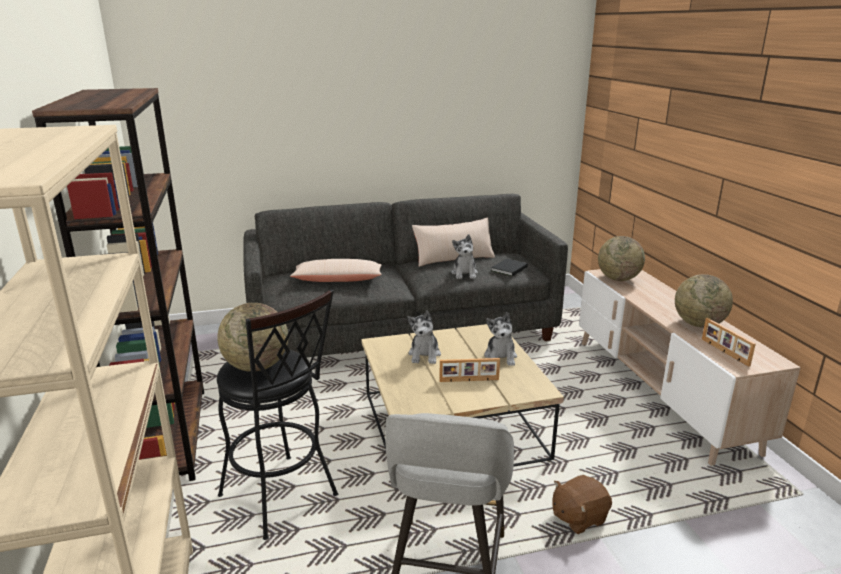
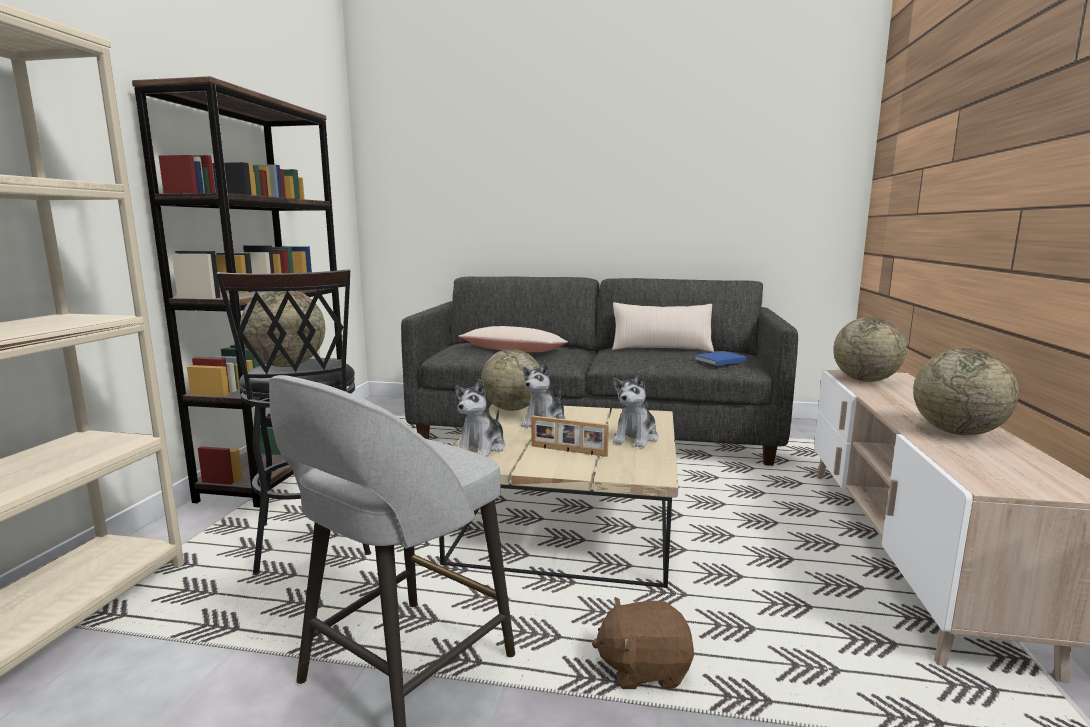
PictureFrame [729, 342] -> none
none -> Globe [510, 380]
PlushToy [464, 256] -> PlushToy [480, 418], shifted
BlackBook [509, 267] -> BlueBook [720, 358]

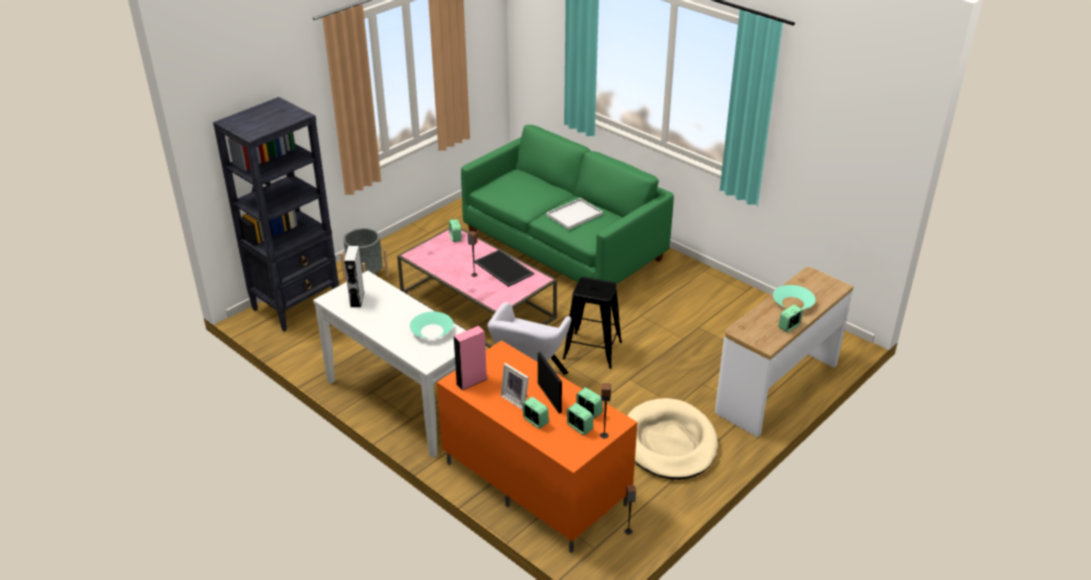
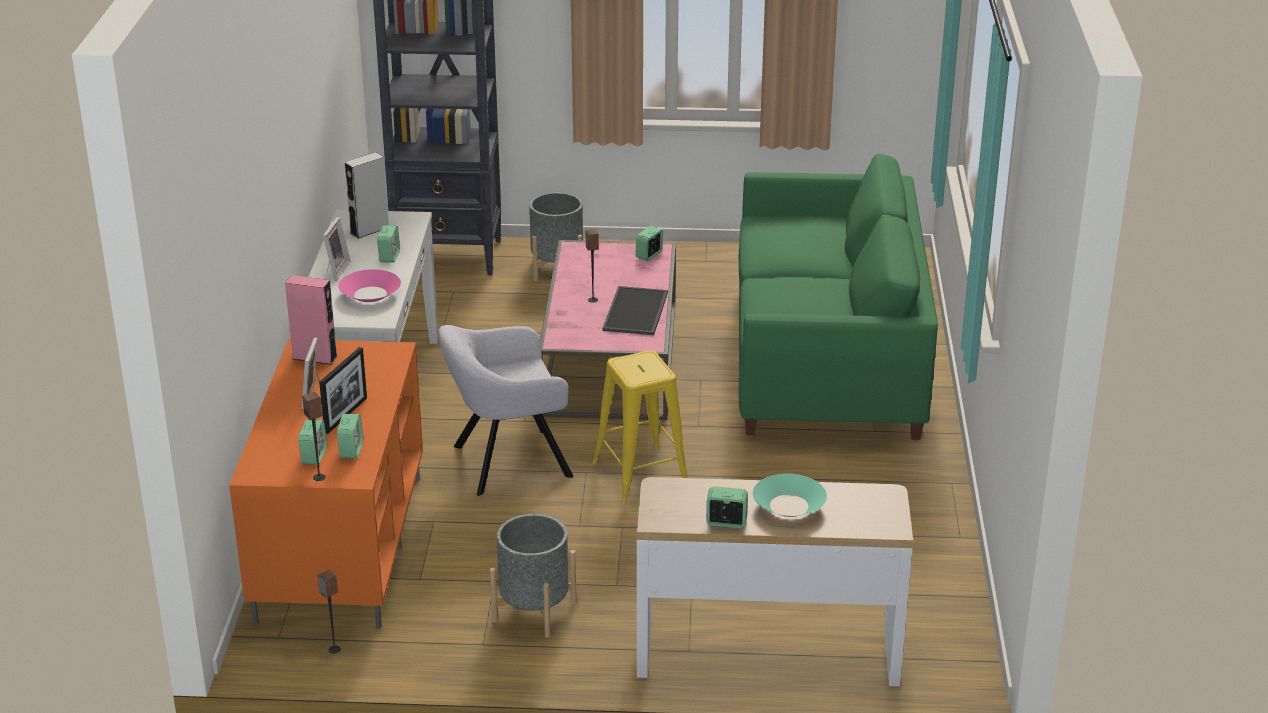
WhiteTray [574, 214] -> none
none -> PictureFrame [337, 249]
AlarmClock [536, 413] -> AlarmClock [388, 244], shifted
BeigeDogBed [672, 439] -> GreyPlanter [533, 576]
TurquoiseBowl [431, 325] -> PinkBowl [369, 285]
BlackStool [592, 323] -> YellowStool [640, 427]

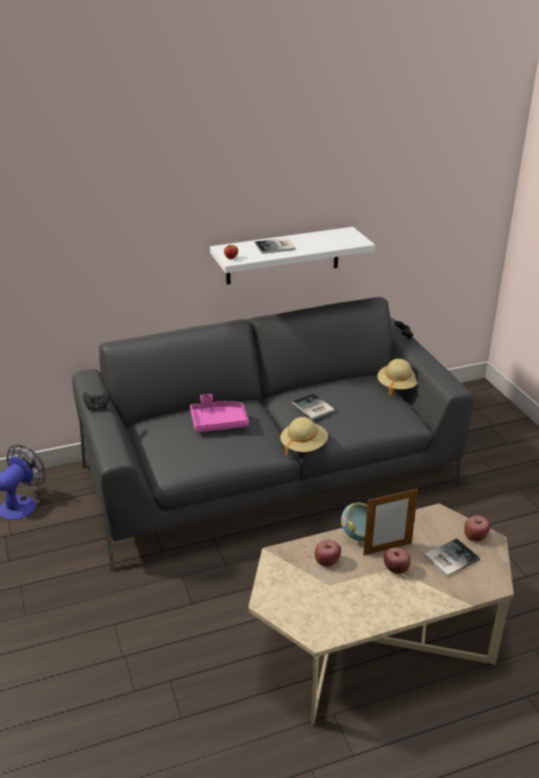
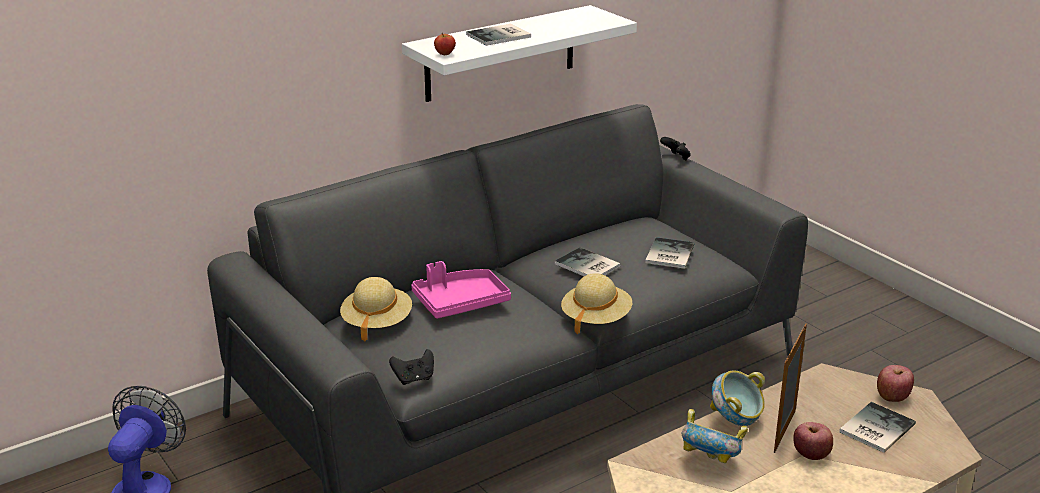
none -> Book [669, 253]
BlackGameController [96, 400] -> BlackGameController [411, 367], shifted
BeigeHat [397, 377] -> BeigeHat [376, 309], shifted
Apple [327, 553] -> Bowl [715, 436]
PictureFrame [390, 522] -> PictureFrame [790, 388], 150 degrees clockwise

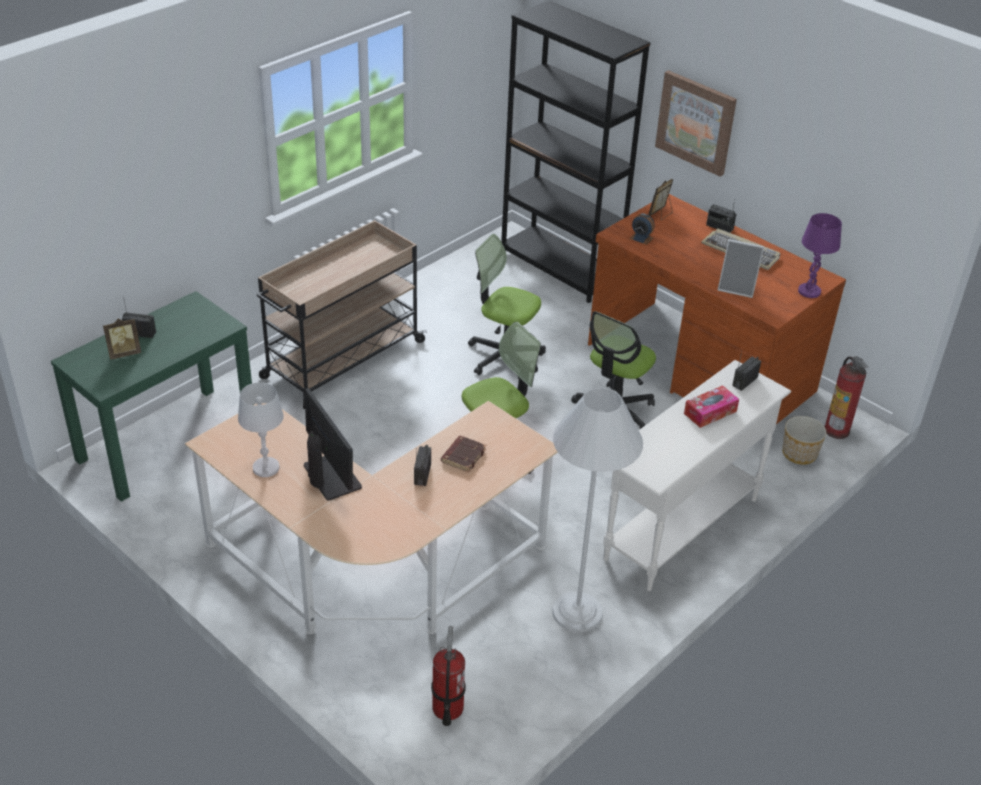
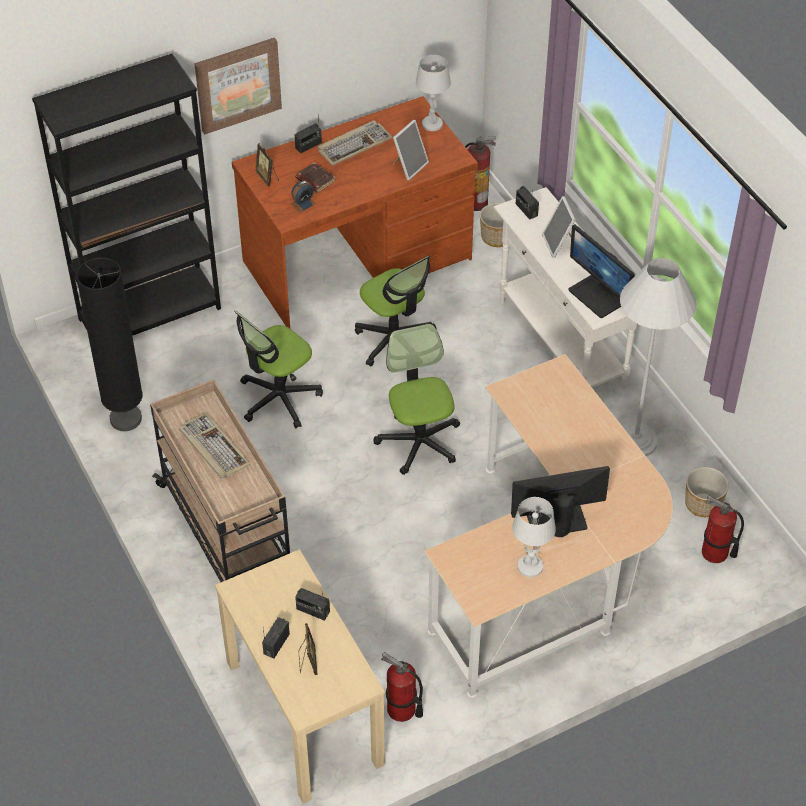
none -> BlackFloorLamp [109, 344]
none -> Keyboard [214, 445]
none -> FireExtinguisher [402, 687]
none -> Monitor [602, 271]
none -> Planter [707, 492]
Radio [422, 465] -> Radio [312, 604], shifted
BrownBook [463, 454] -> BrownBook [315, 177], shifted
TissueBox [711, 406] -> PictureFrame [559, 227]
GreenConsoleTable [152, 396] -> BeigeConsoleTable [300, 676]
PurpleTableLamp [820, 255] -> WhiteTableLamp [433, 93]

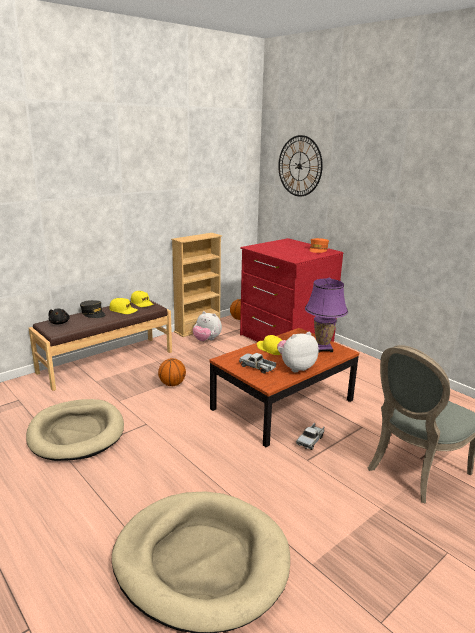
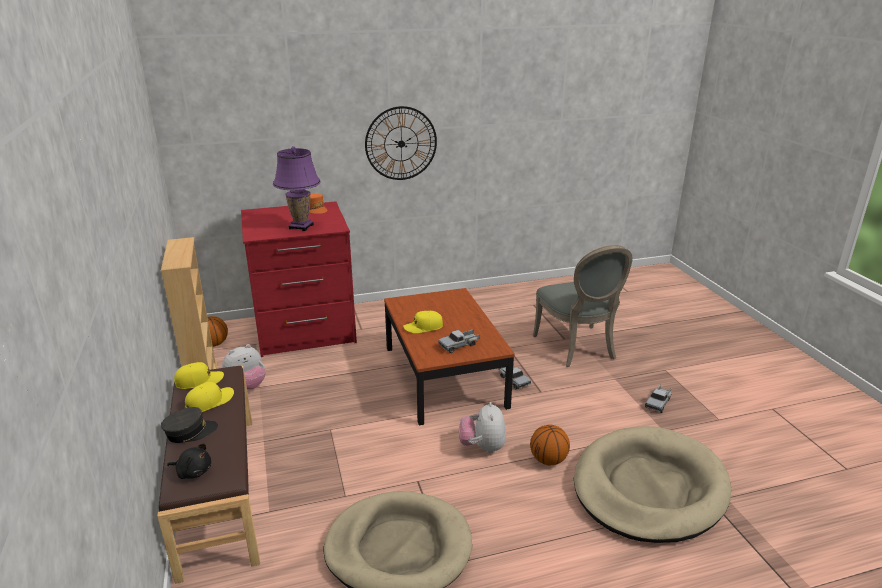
none -> ToyTruck [658, 398]
Basketball [172, 372] -> Basketball [550, 445], shifted
PlushToy [298, 352] -> PlushToy [482, 427], shifted
WallClock [300, 166] -> WallClock [401, 143], shifted
PurpleTableLamp [326, 315] -> PurpleTableLamp [297, 188], shifted

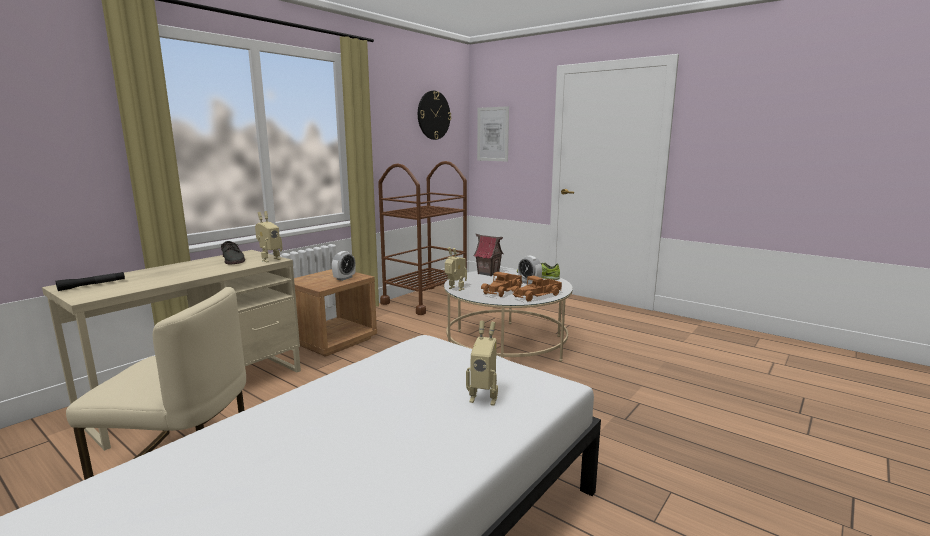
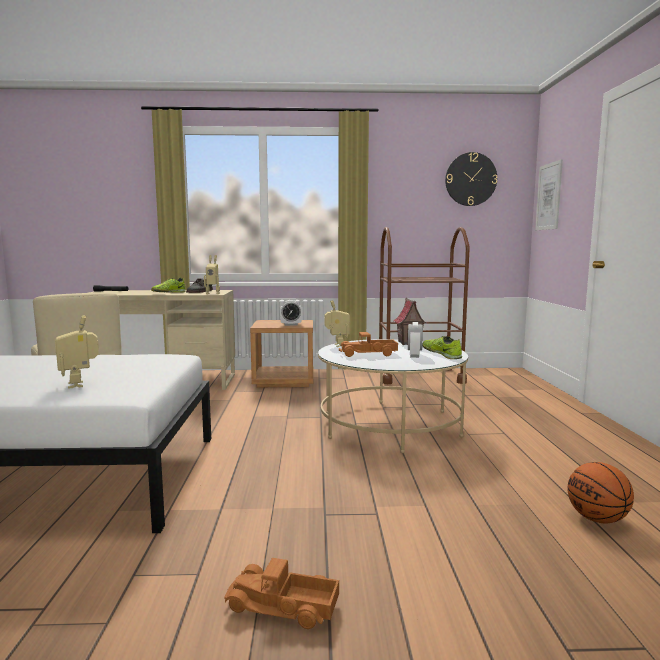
none -> Shoe [168, 285]
none -> Basketball [600, 492]
ToyTruck [536, 288] -> ToyTruck [281, 593], shifted

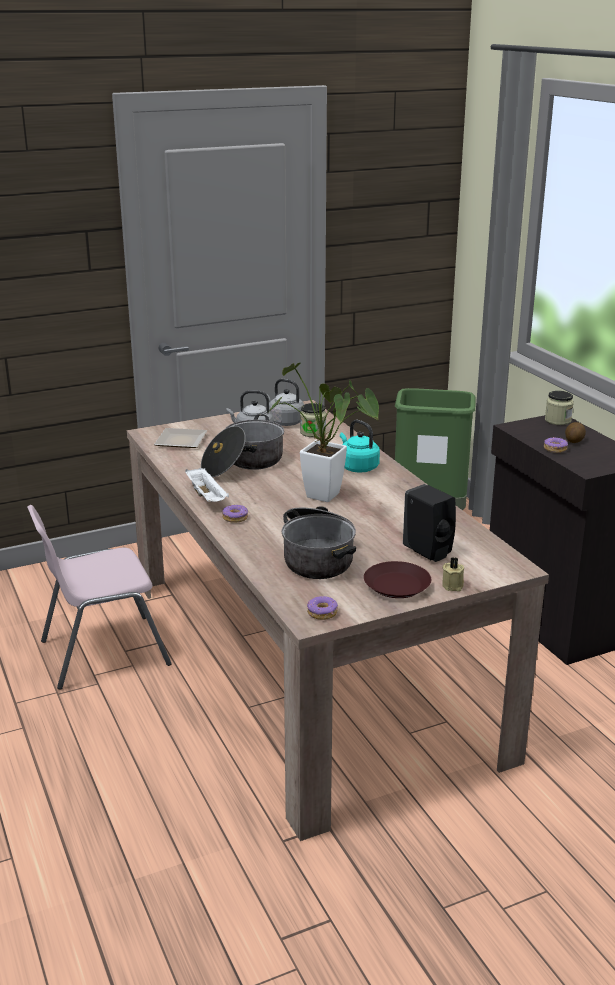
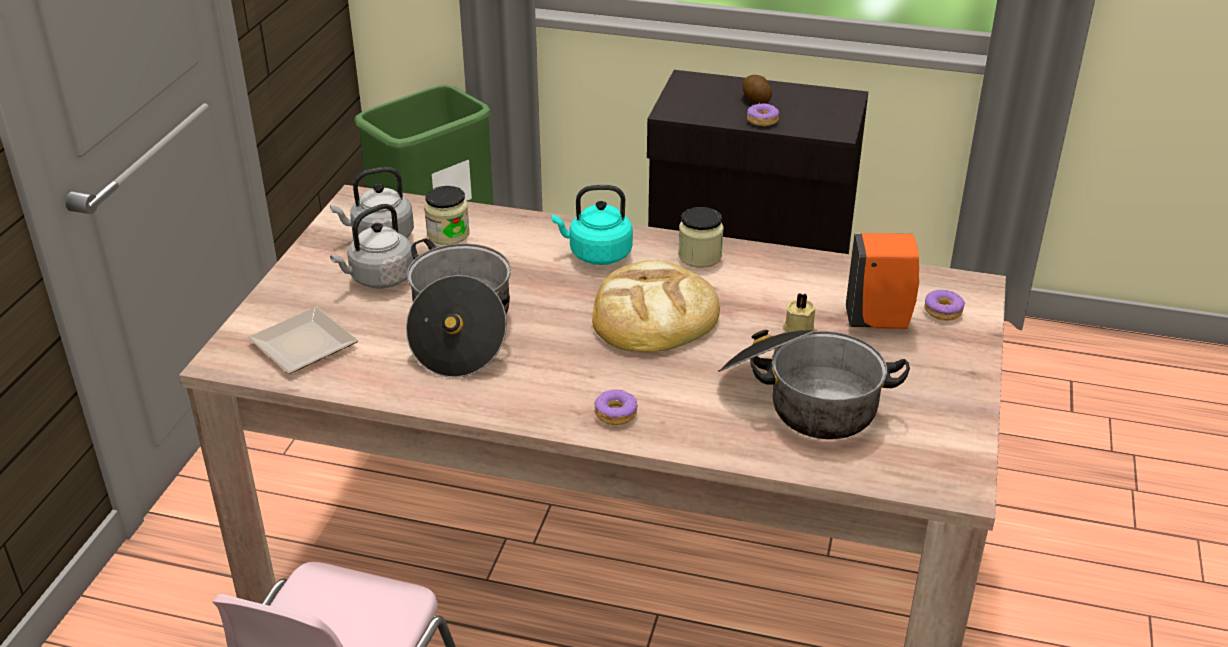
WhiteTray [207, 485] -> none
BrownPlate [397, 579] -> none
Donut [322, 608] -> Donut [944, 305], shifted
BeigeCandle [453, 574] -> BeigeCandle [799, 313], shifted
Jar [559, 408] -> Jar [701, 237], shifted
PottedPlant [323, 432] -> Bread [656, 306]
BlackSoapDispenser [429, 523] -> OrangeSoapDispenser [882, 281]

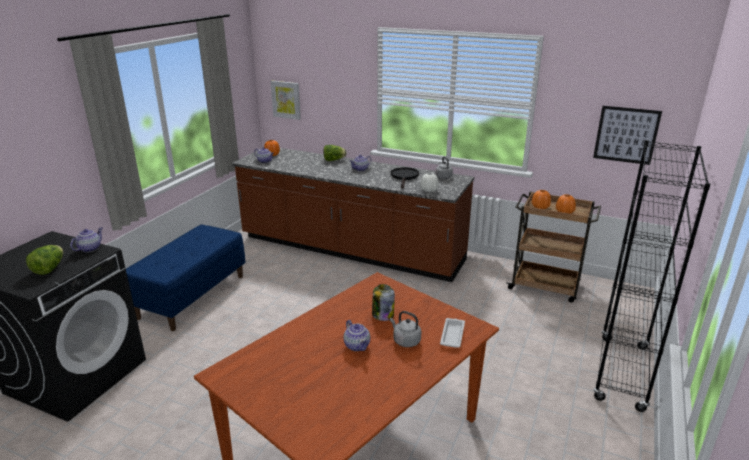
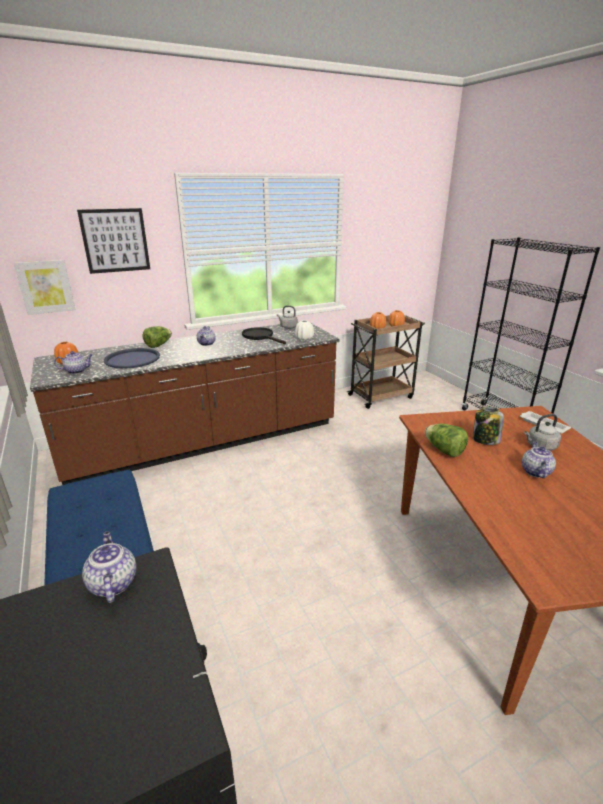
none -> BlueTray [132, 358]
Lettuce [44, 260] -> Lettuce [446, 440], shifted
Picture [627, 135] -> Picture [113, 241], shifted
Teapot [356, 335] -> Teapot [539, 459], 90 degrees counterclockwise

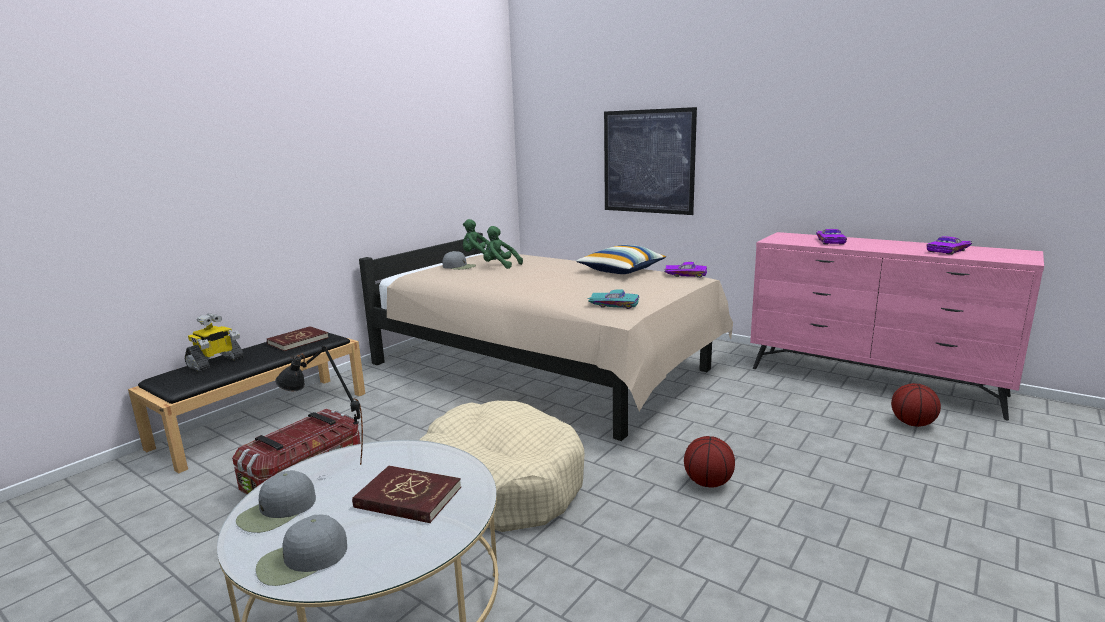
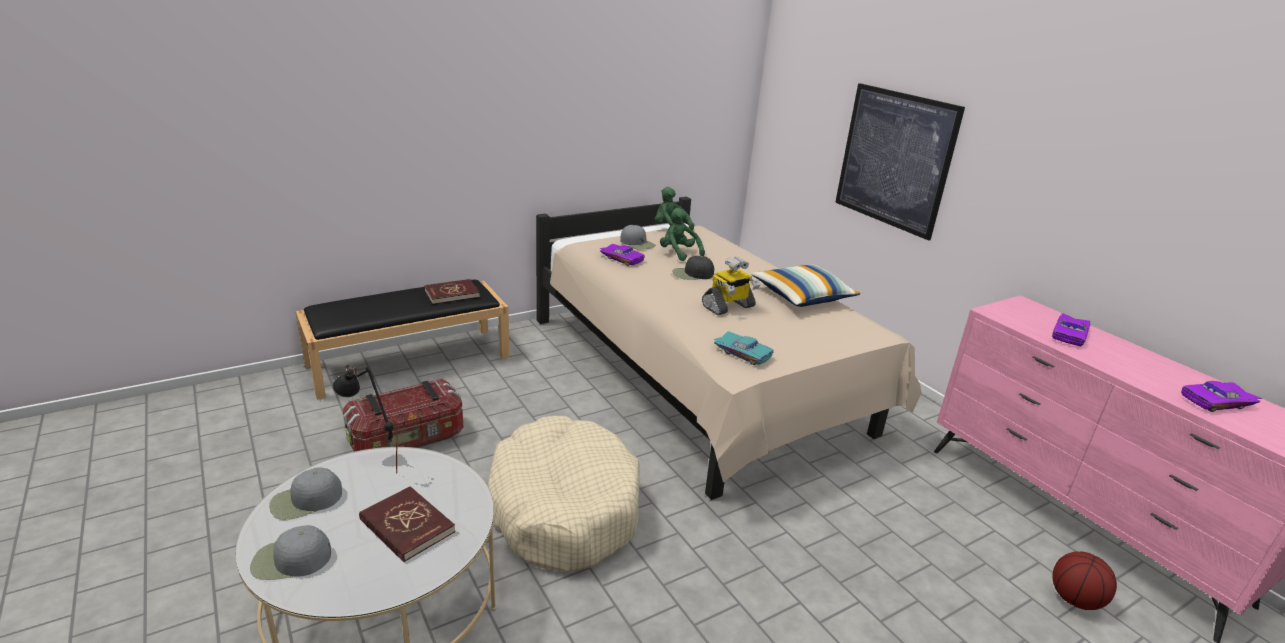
Basketball [709, 462] -> none
none -> BlackCap [693, 268]
ToyRobot [214, 343] -> ToyRobot [731, 286], shifted
PurpleToyCar [685, 270] -> PurpleToyCar [622, 255], shifted

